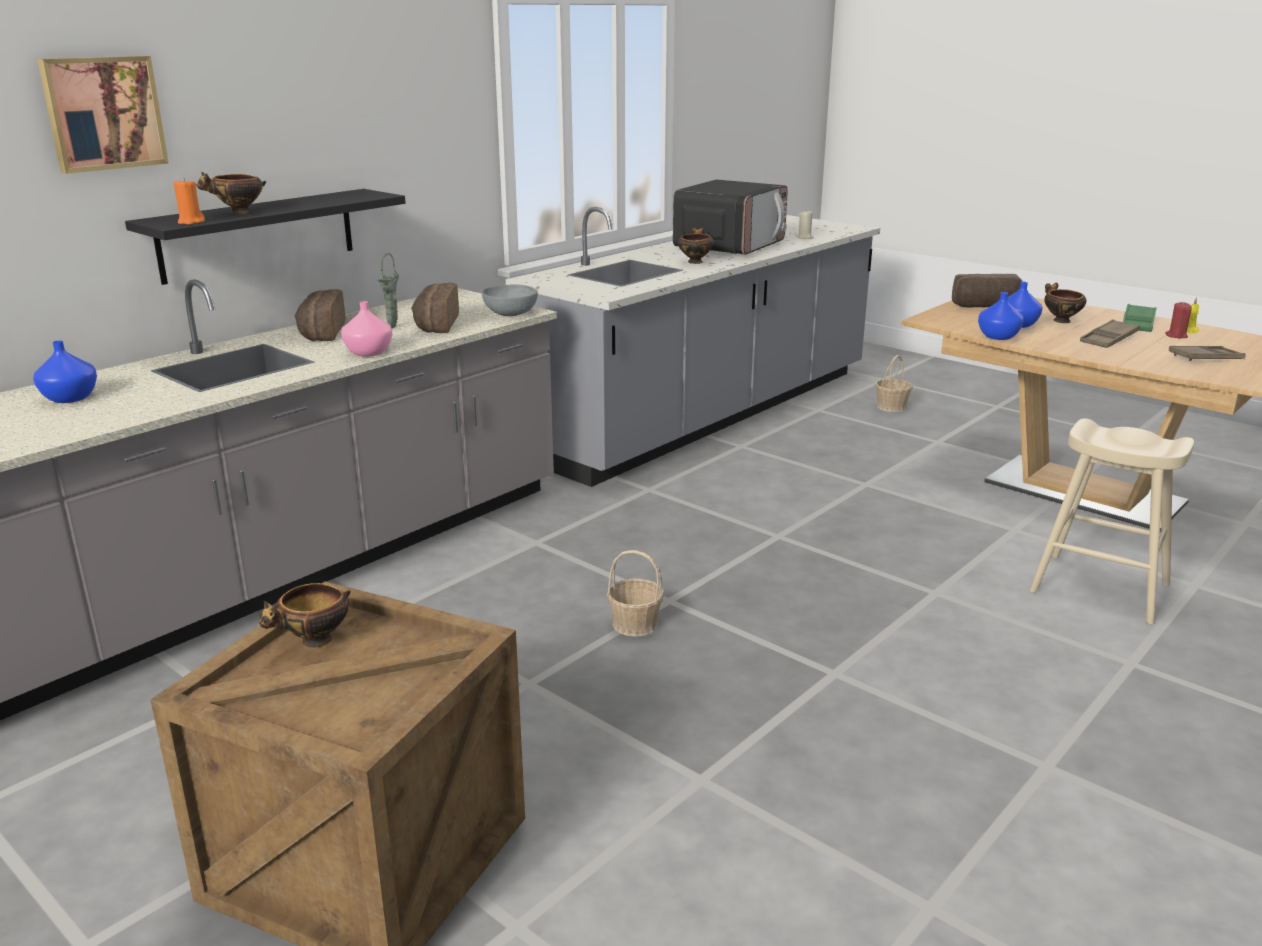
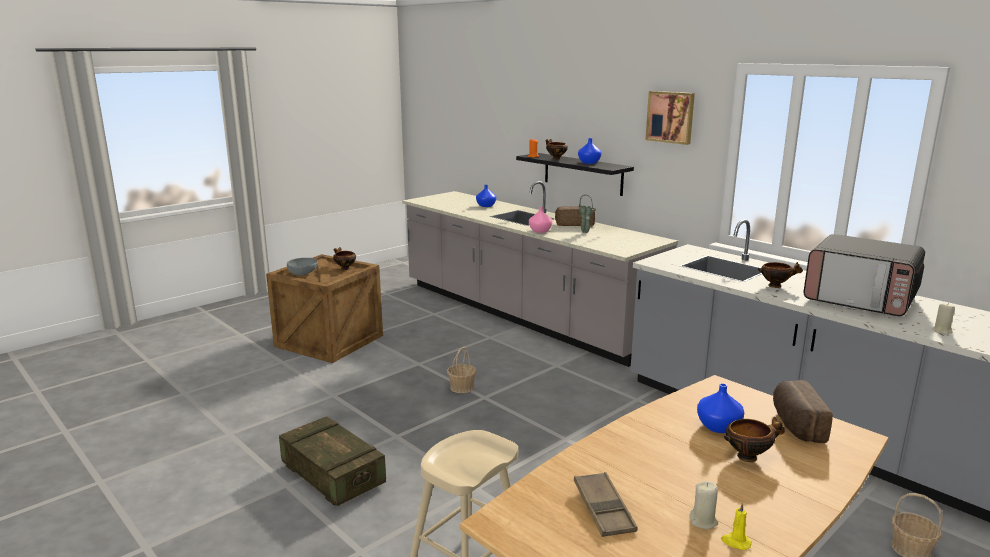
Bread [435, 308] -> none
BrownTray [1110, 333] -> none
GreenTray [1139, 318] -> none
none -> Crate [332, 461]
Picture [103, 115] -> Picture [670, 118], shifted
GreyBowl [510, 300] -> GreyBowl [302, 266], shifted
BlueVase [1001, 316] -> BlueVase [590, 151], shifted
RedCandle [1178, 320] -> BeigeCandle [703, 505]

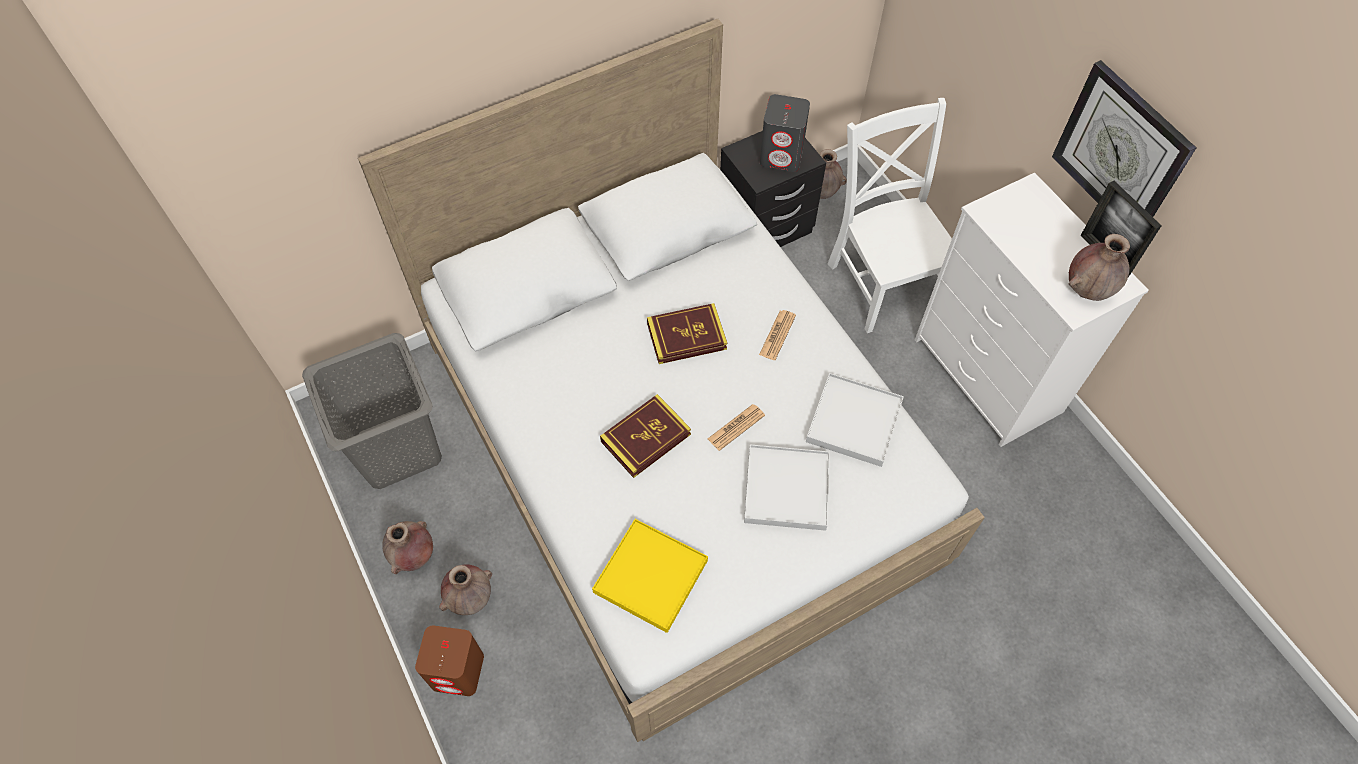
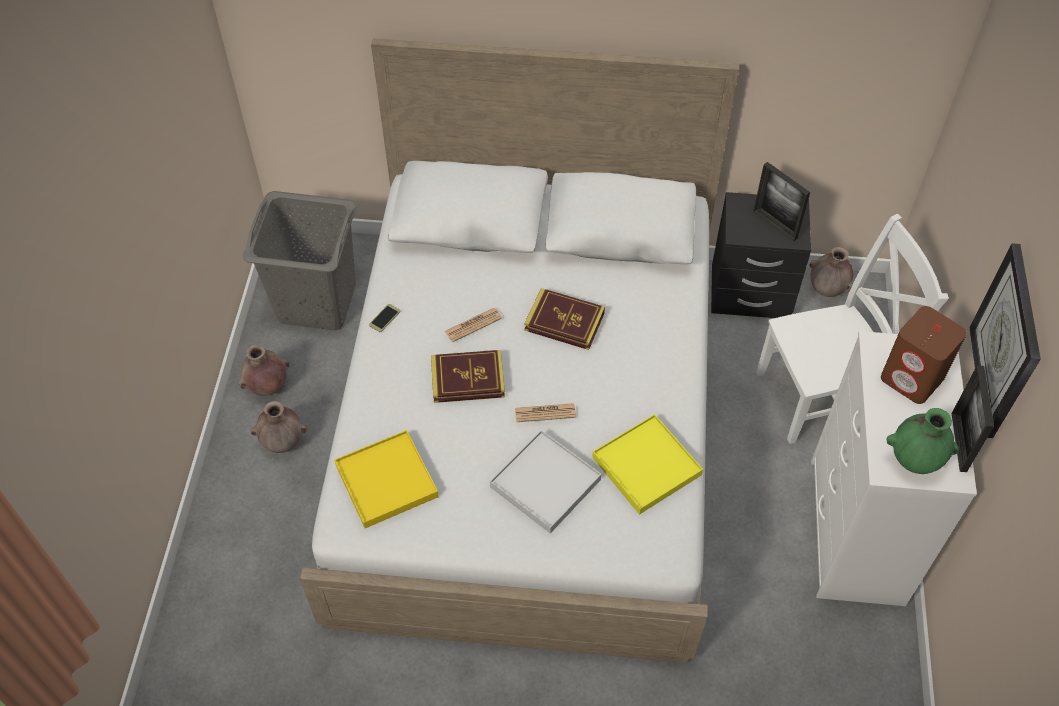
none -> Phone [384, 318]
BrownSpeaker [449, 660] -> BrownSpeaker [924, 355], shifted
Newspaper [777, 335] -> Newspaper [473, 325], shifted
GreySpeaker [785, 133] -> PictureFrame [781, 201]
WhiteTray [855, 420] -> YellowTray [647, 464]
BrownVase [1099, 267] -> GreenVase [923, 441]
WhiteChair [890, 215] -> WhiteChair [852, 329], 60 degrees clockwise

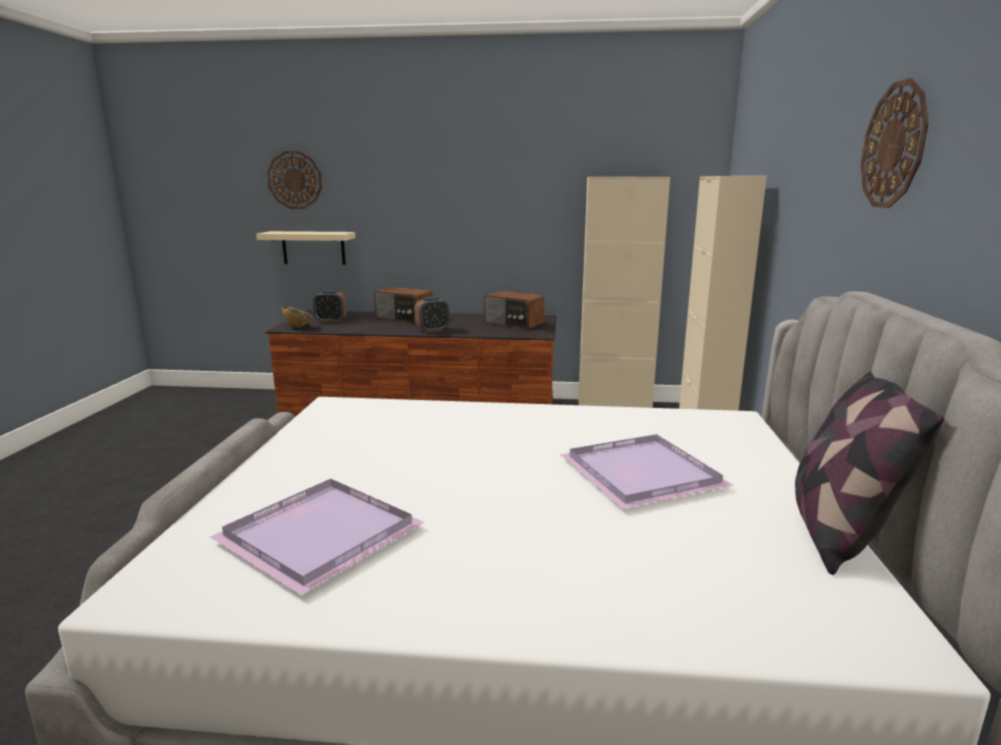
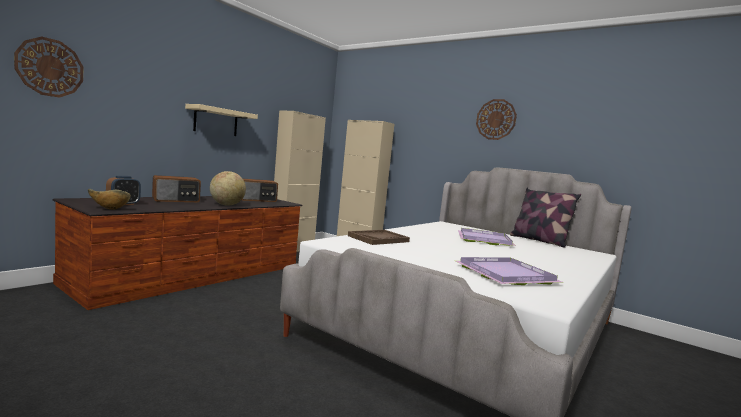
none -> BrownTray [379, 237]
BeigeShelf [305, 248] -> BeigeShelf [221, 120], shifted
AlarmClock [432, 315] -> Globe [228, 188]

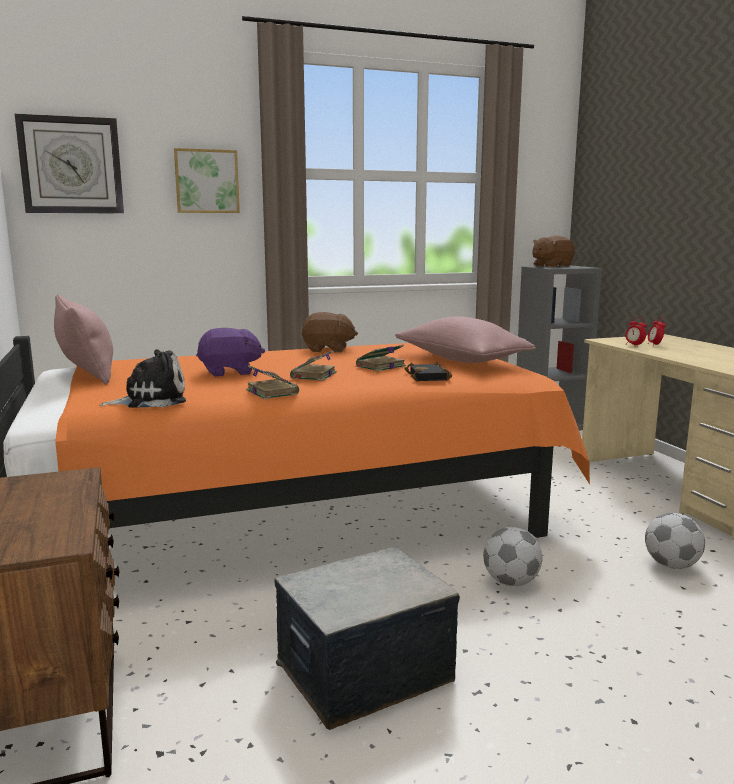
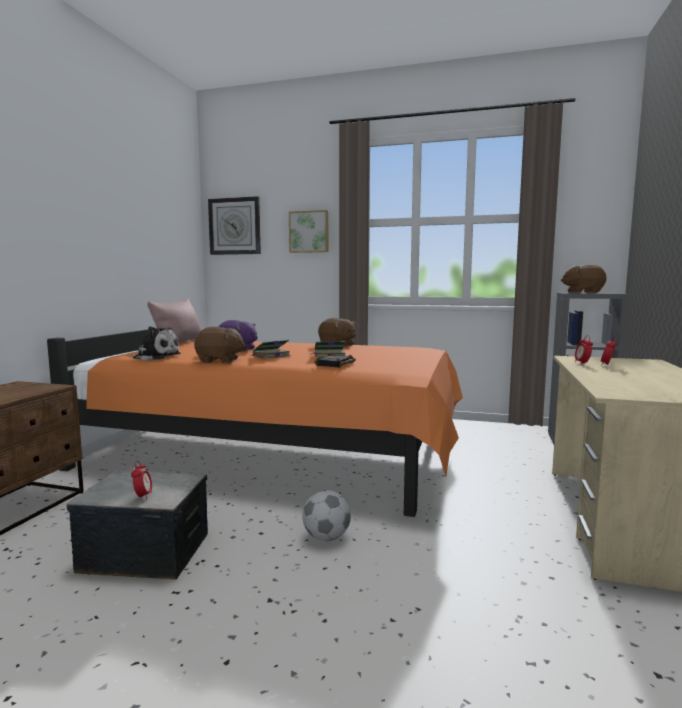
PinkPillow [465, 339] -> none
Football [675, 541] -> none
none -> AlarmClock [141, 480]
Book [272, 382] -> BrownPlushToy [220, 345]

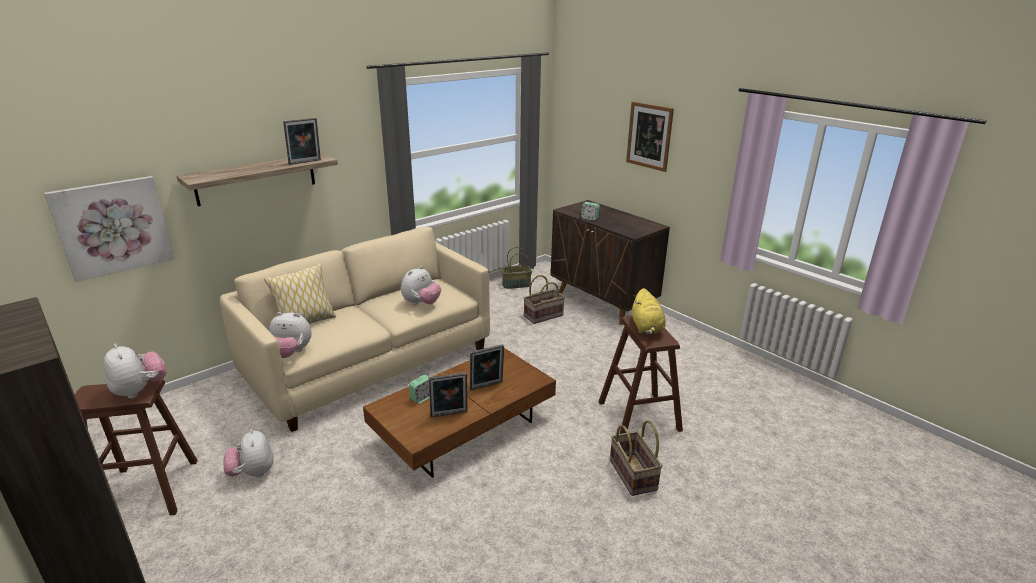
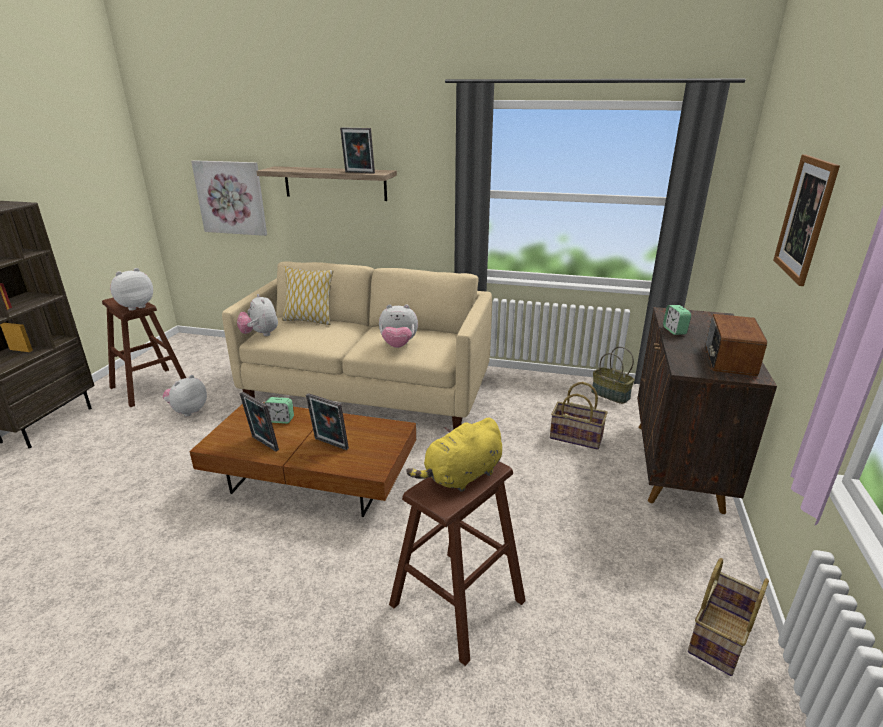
none -> Radio [736, 345]
Basket [636, 458] -> Basket [728, 617], shifted
PlushToy [135, 371] -> PlushToy [131, 289], 150 degrees counterclockwise

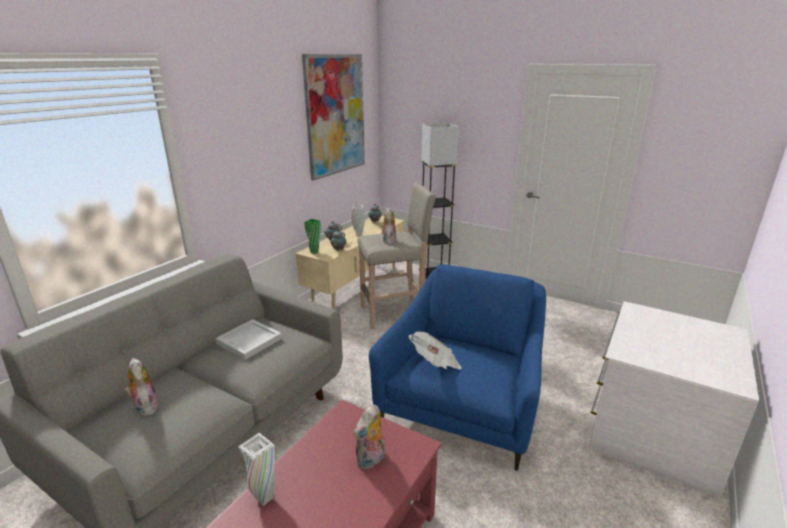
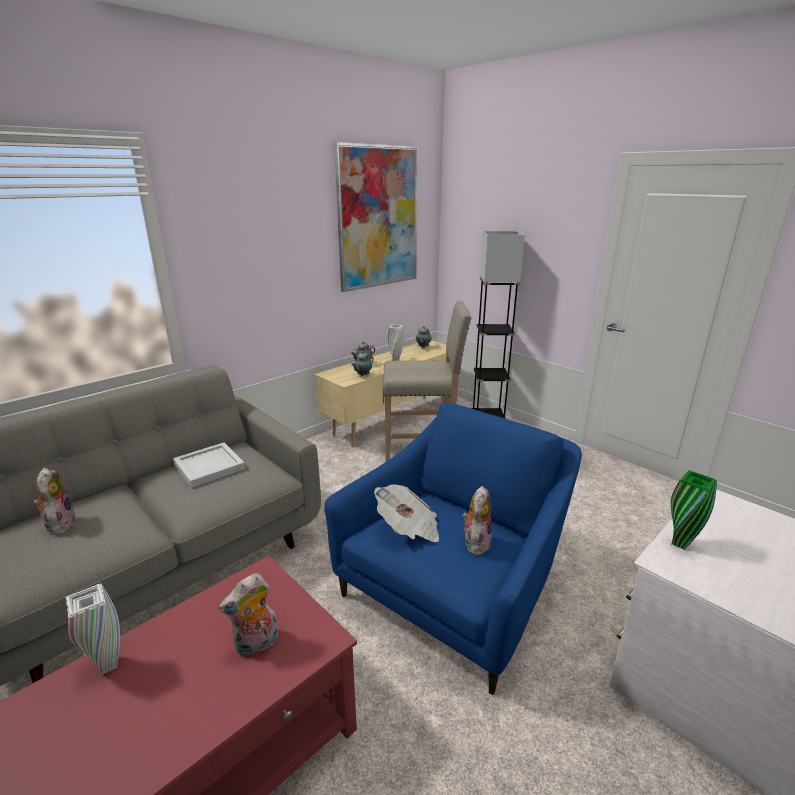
GreenVase [312, 236] -> GreenVase [694, 510], shifted
PlushToy [388, 225] -> PlushToy [476, 520], shifted

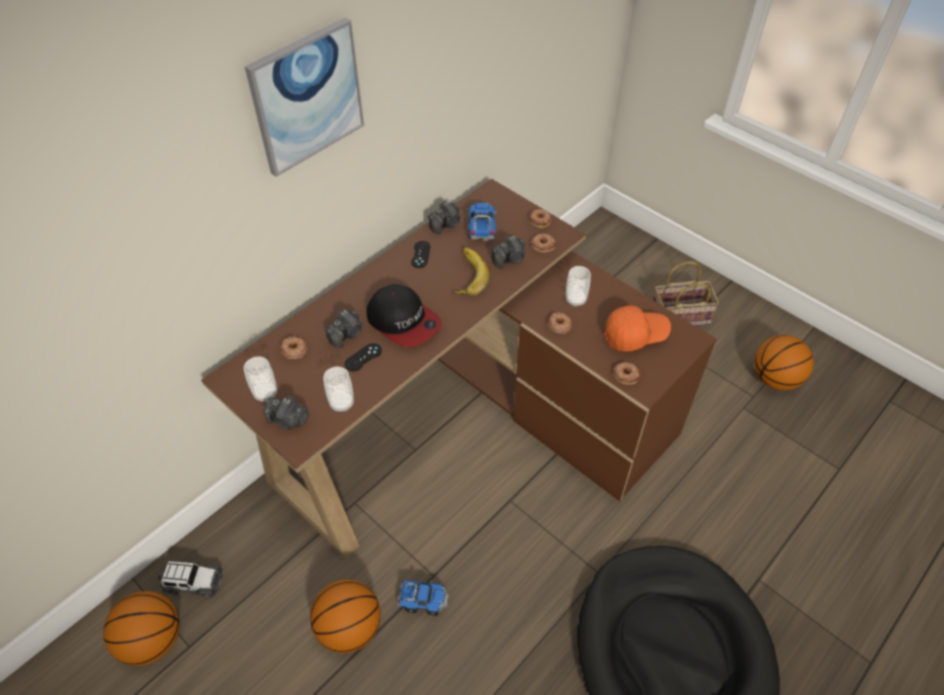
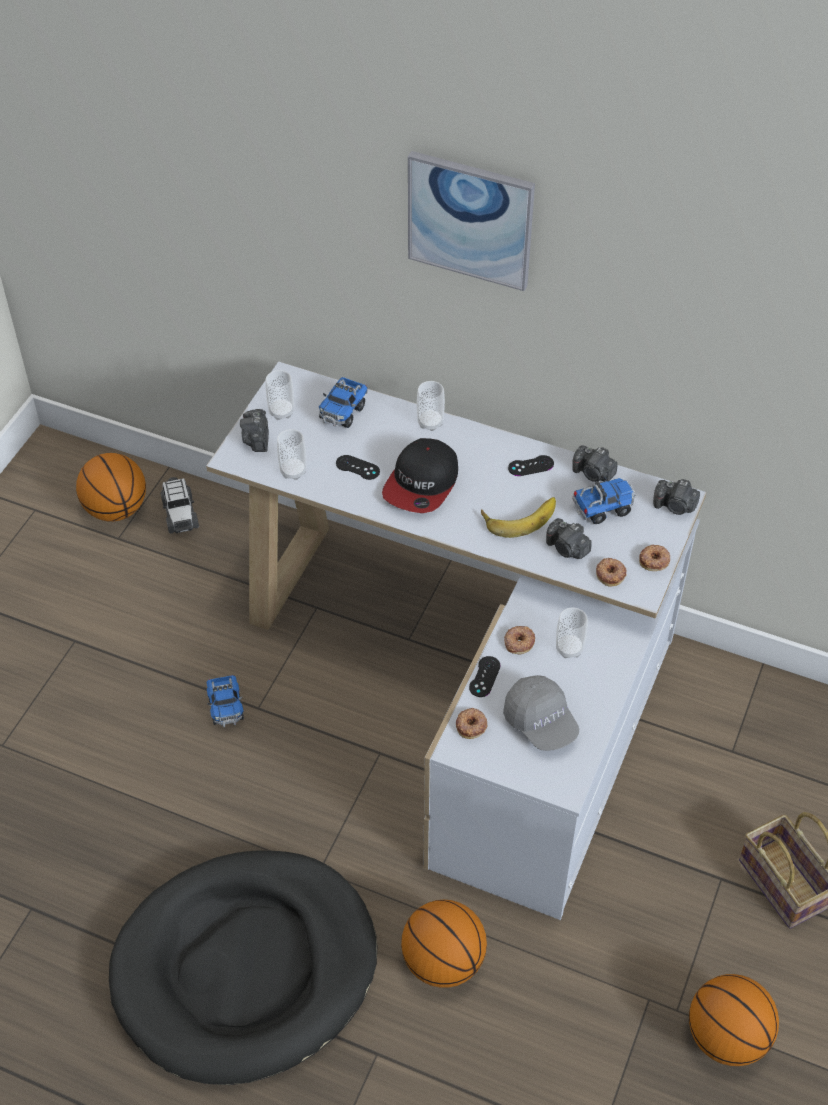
none -> Cup [431, 406]
none -> BlackGameController [484, 676]
Basketball [345, 616] -> Basketball [444, 944], shifted
PhotoCamera [343, 329] -> PhotoCamera [676, 497], shifted
Donut [294, 347] -> ToyTruck [343, 402]
BrownDesk [459, 369] -> WhiteDesk [456, 641]
OrangeCap [637, 329] -> GreyCap [541, 713]

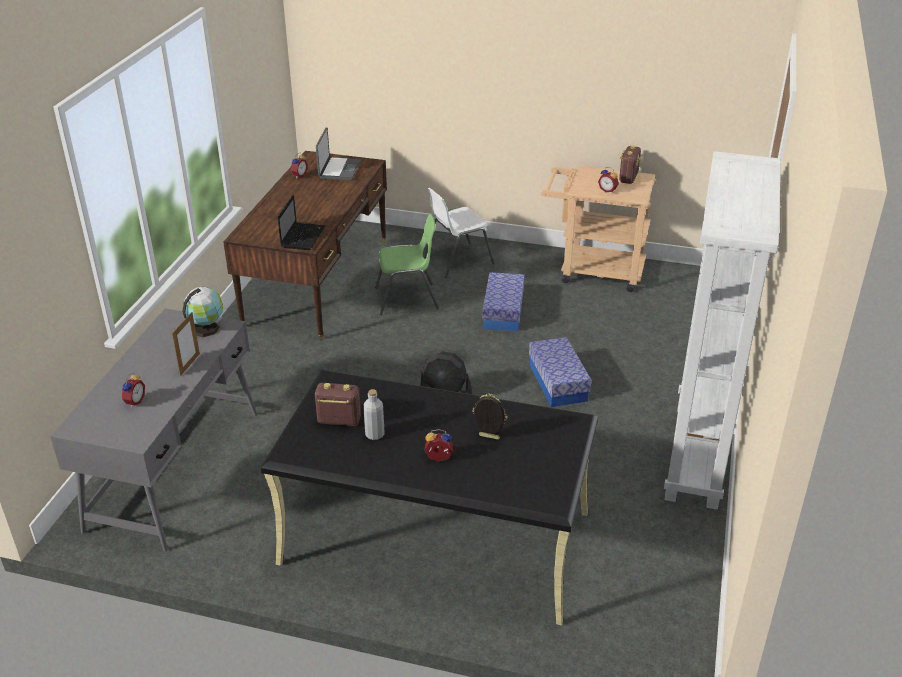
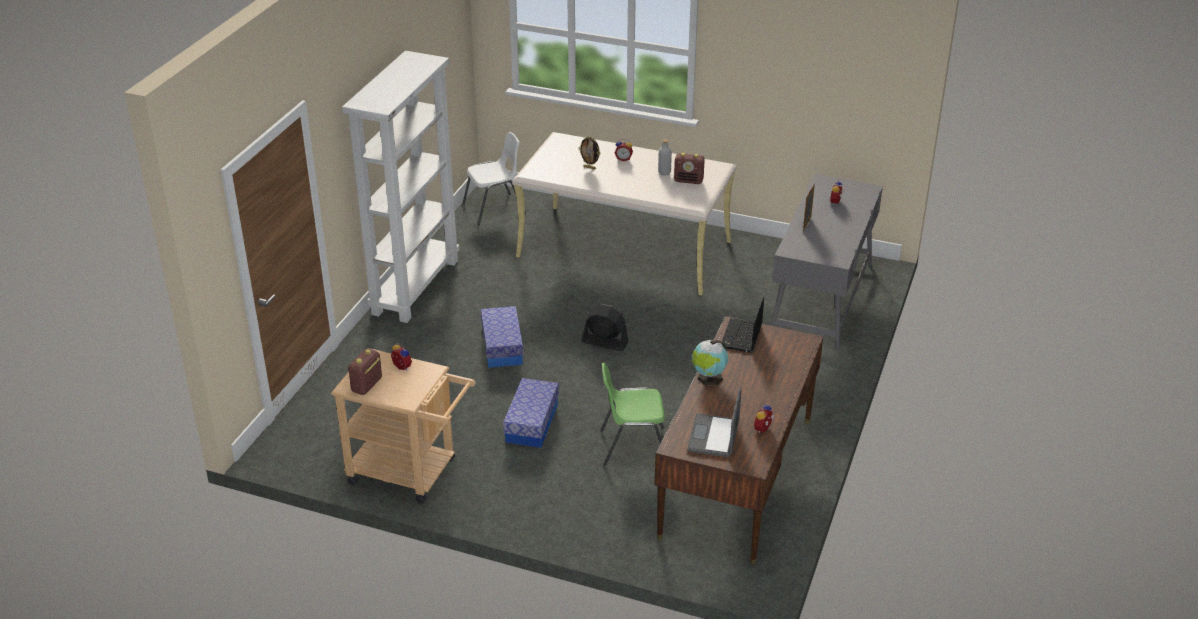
Globe [202, 312] -> Globe [710, 362], shifted
WhiteChair [459, 233] -> WhiteChair [494, 178], shifted
BlackDesk [429, 497] -> BeigeDesk [624, 213]

